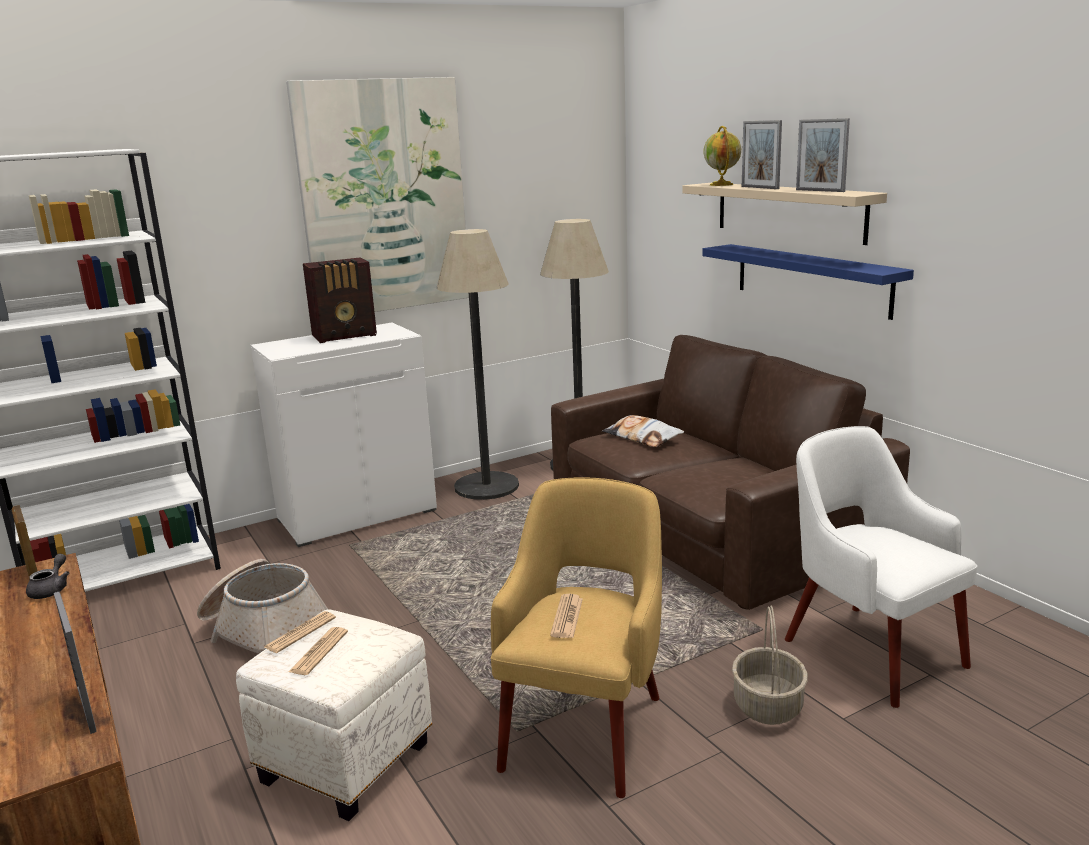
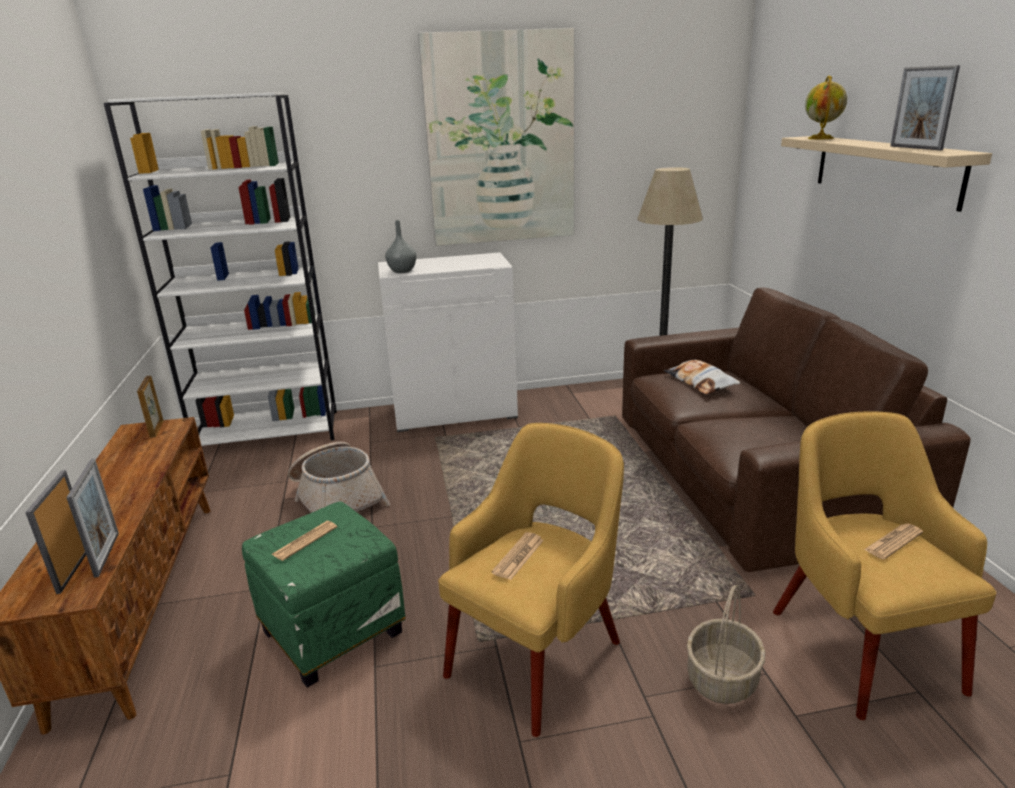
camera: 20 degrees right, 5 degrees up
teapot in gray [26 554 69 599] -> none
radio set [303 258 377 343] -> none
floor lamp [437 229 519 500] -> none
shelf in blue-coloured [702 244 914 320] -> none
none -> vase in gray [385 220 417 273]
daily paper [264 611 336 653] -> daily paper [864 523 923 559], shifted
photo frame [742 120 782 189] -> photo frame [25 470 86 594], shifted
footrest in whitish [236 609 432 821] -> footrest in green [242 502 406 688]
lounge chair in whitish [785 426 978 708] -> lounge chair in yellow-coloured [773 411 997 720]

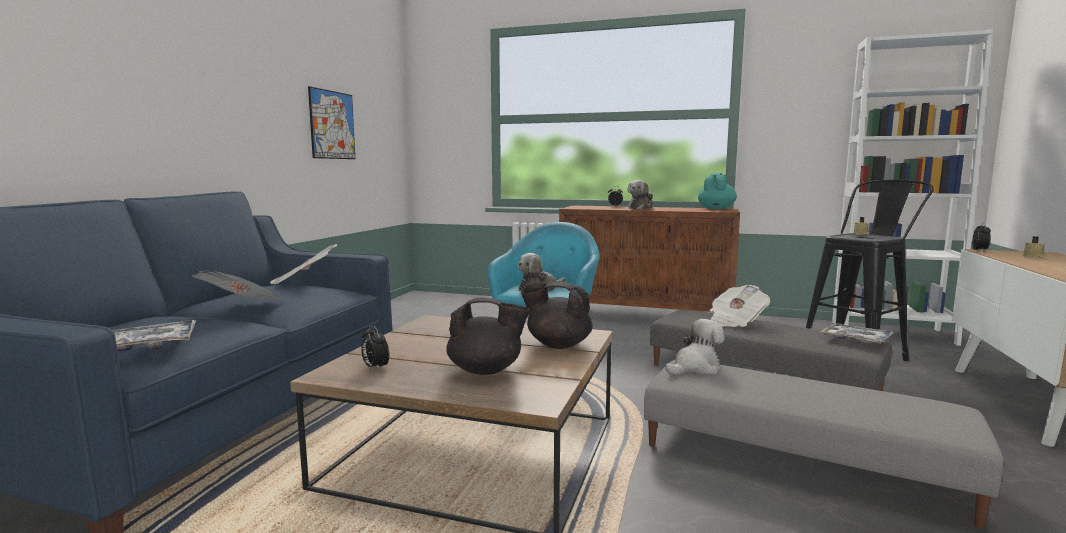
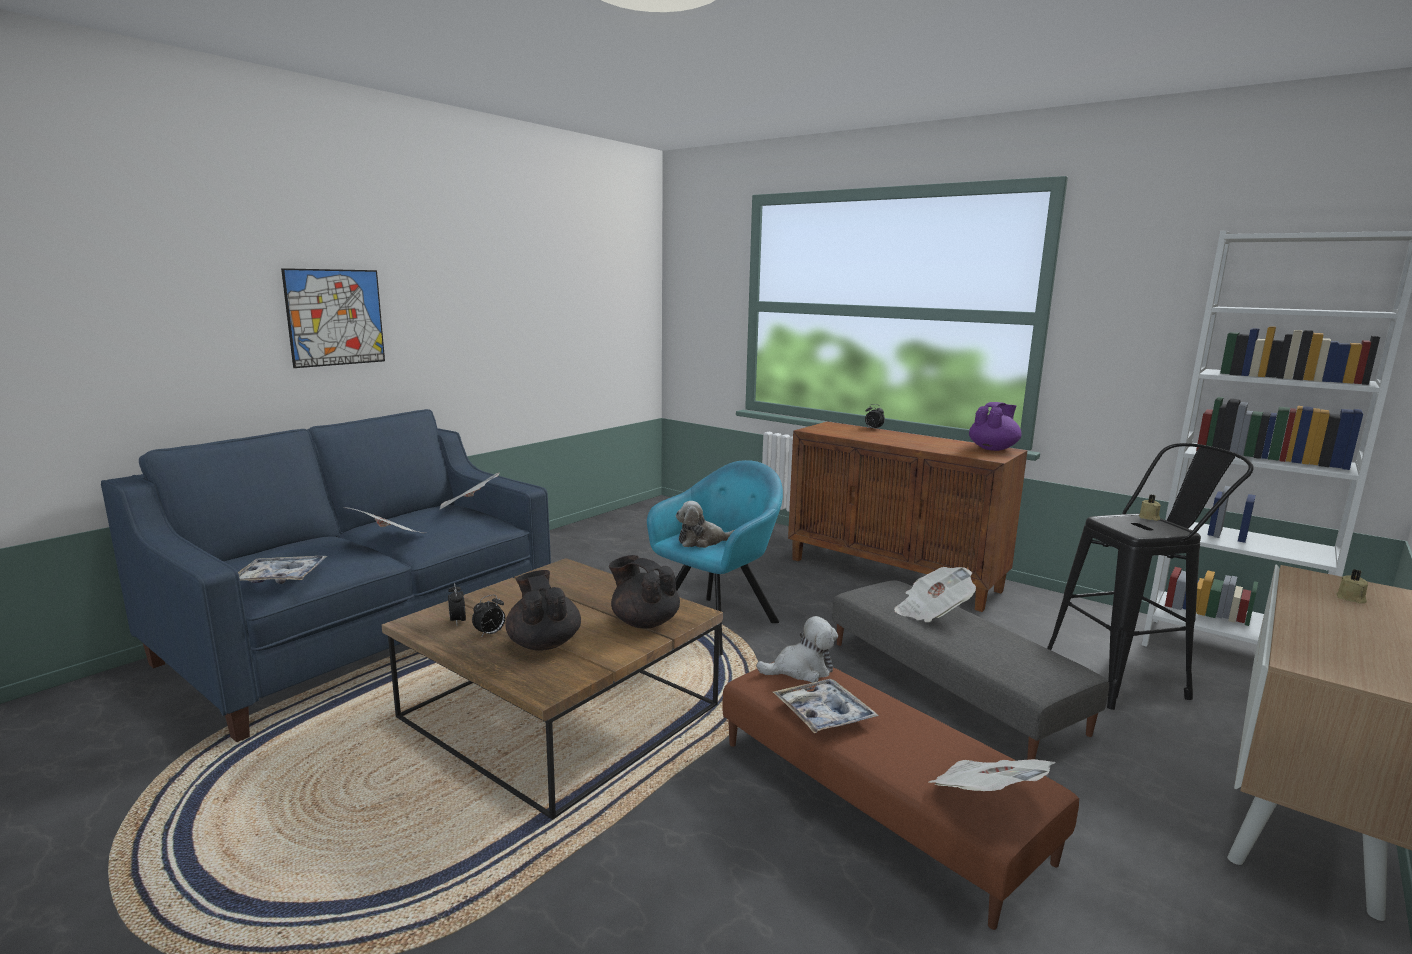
camera: 20 degrees right, 5 degrees up
cuddly toy [628 180 654 209] -> none
none -> daily paper [929 759 1056 791]
wall art [308 86 355 159] -> wall art [281 268 385 368], shifted
carrying tray [820 323 894 344] -> carrying tray [773 679 878 733], shifted
table clock [972 222 991 251] -> table clock [472 595 505 638], shifted
footrest in gray [644 359 1003 528] -> footrest in brown [722 662 1079 930]
teapot in turquoise [698 173 737 209] -> teapot in purple [969 402 1021 451]
teapot in black-coloured [446 297 529 375] -> teapot in black-coloured [505 570 581 651], 135 degrees counterclockwise

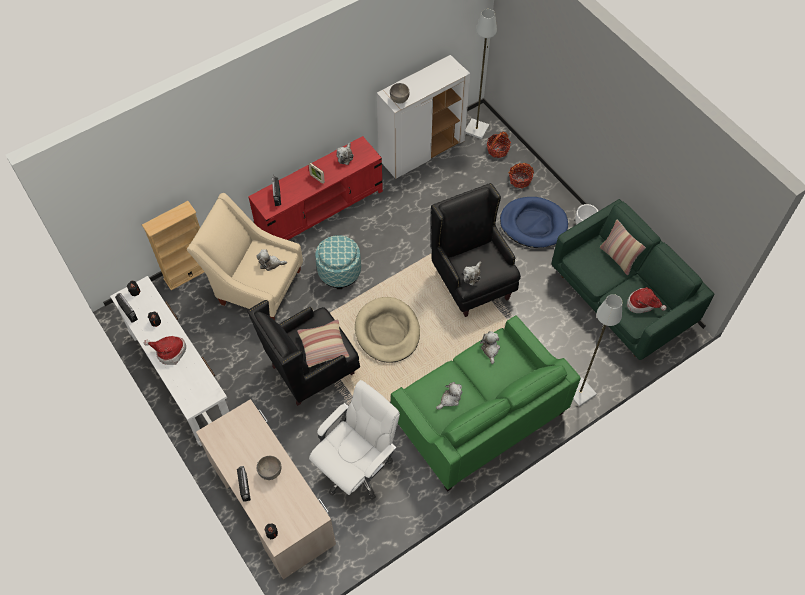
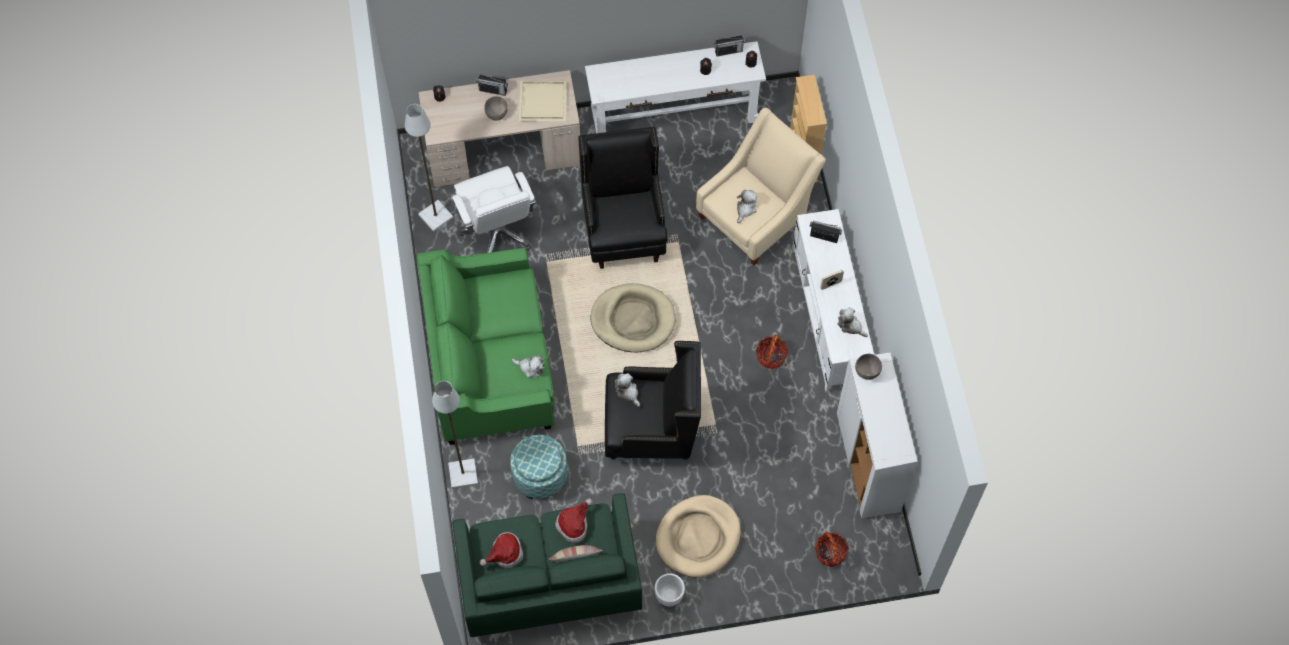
camera: 115 degrees right, 5 degrees up
throw pillow [297 320 349 367] -> none
cuddly toy [436 382 462 410] -> none
none -> carrying tray in beige-coloured [519 81 567 121]
clothing hat [144 336 186 365] -> clothing hat [555 498 592 544], shifted
footrest [315 235 361 289] -> footrest [510 435 568 499], shifted
floor lamp in gray [465 9 497 139] -> floor lamp in gray [405 104 453 232], shifted
household basket [509 163 534 188] -> household basket [756 335 788 369], shifted
tv stand in reddish [248 136 383 240] -> tv stand in whitish [792 209 874 392]
dog cushion in blue-coloured [500 197 568 248] -> dog cushion in beige-coloured [656 495 741 577]

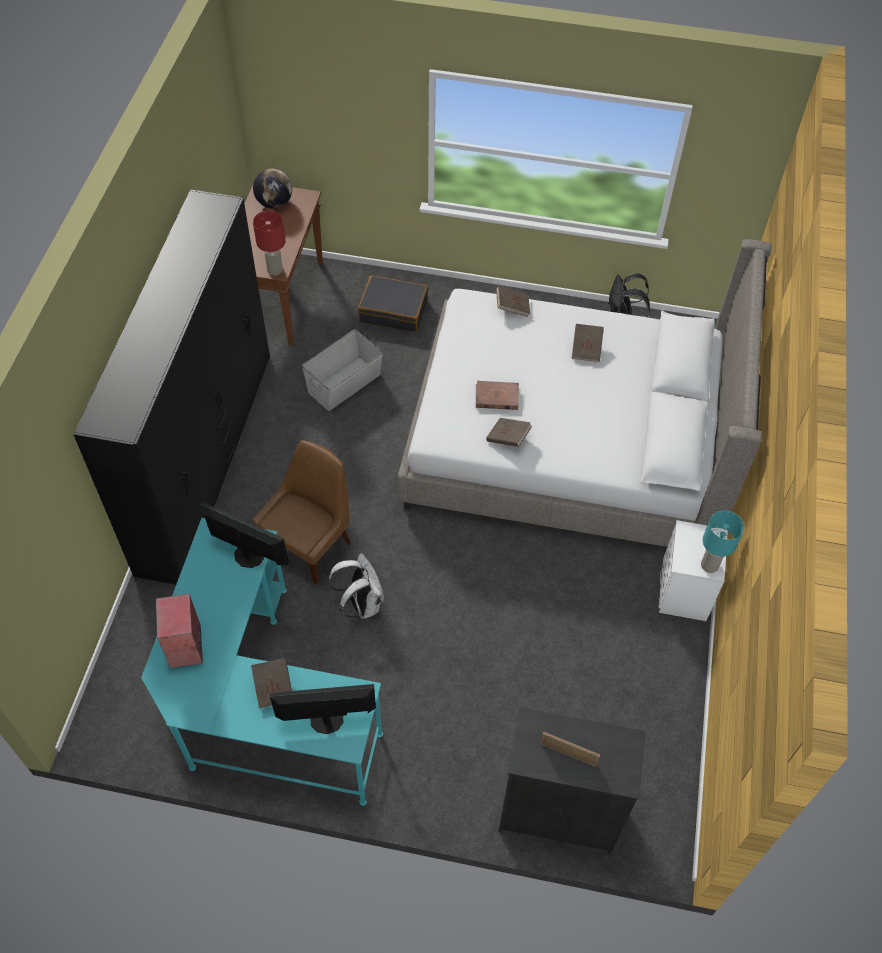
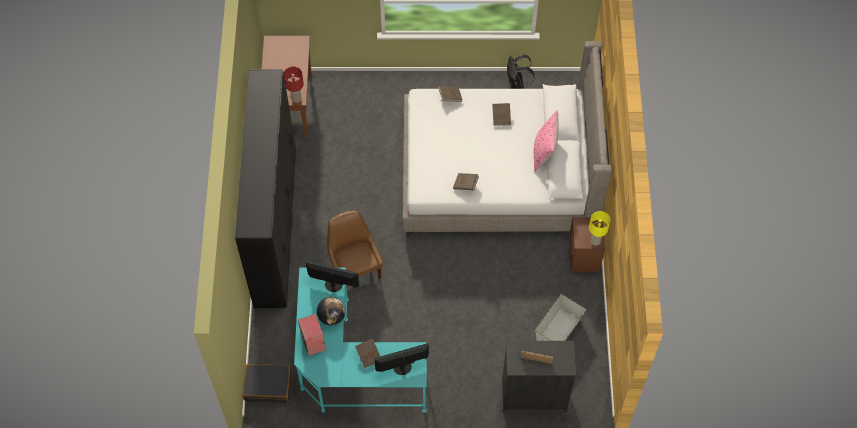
camera: 10 degrees left, 5 degrees up
backpack in whitish [328 553 384 619] -> none
volume in brown [476 381 519 410] -> none
none -> throw pillow in pink [534 110 559 172]
globe [253 168 292 209] -> globe [317 297 345 325], shifted
storage bin in gray [302 329 383 411] -> storage bin in gray [535 294 586 341], shifted
travel case in black-coloured [358 276 428 332] -> travel case in black-coloured [242 364 292 403], shifted
nightstand in whitish [658 520 728 621] -> nightstand in brown [568 217 605 272]
table lamp in turquoise [701 510 744 573] -> table lamp in yellow-coloured [589 211 610 246]
chair in brown [252 440 351 584] -> chair in brown [327 211 383 279], 45 degrees counterclockwise

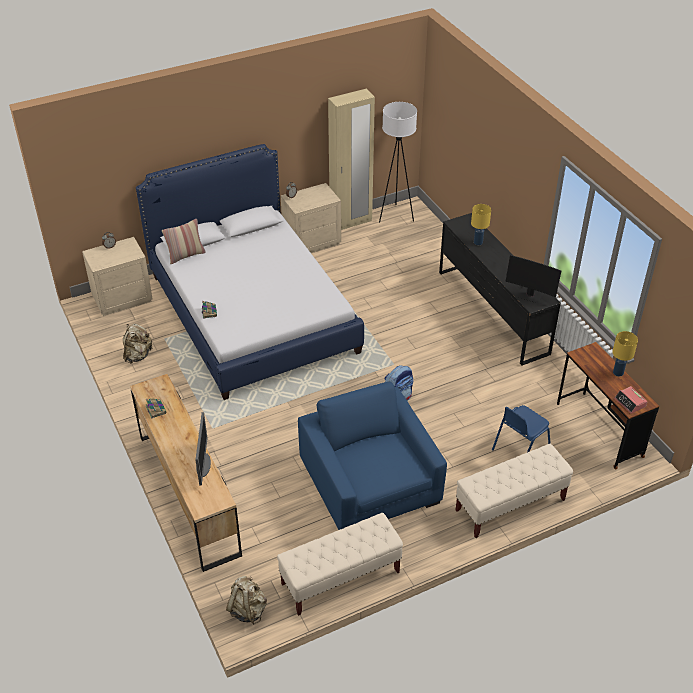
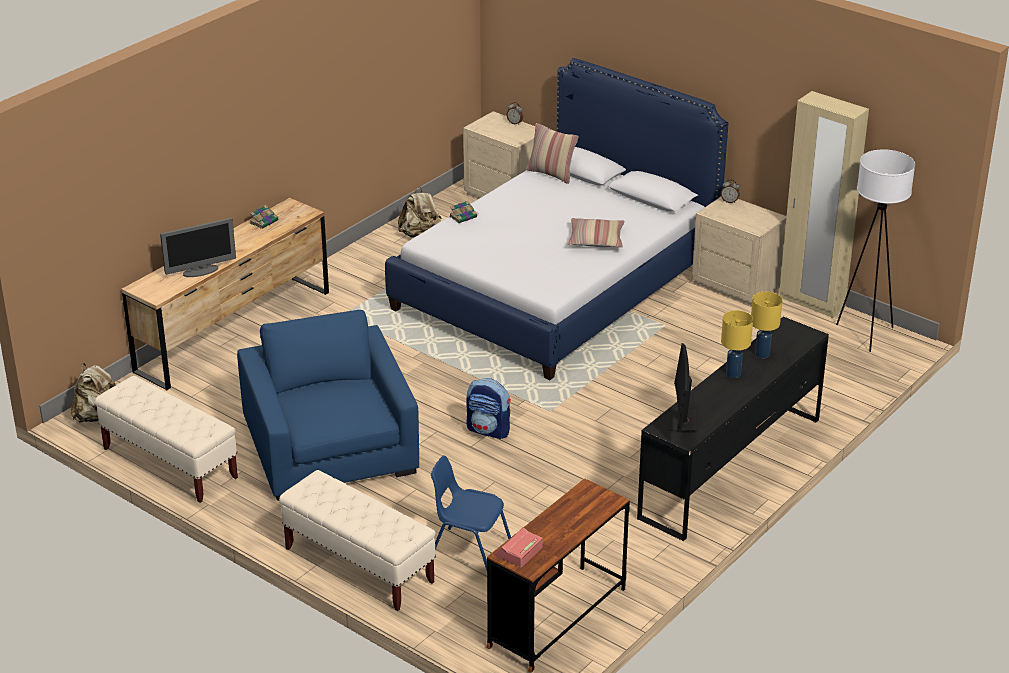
camera: 65 degrees right, 10 degrees down
none -> throw pillow [568 218 624 248]
table lamp in yellow-coloured [612 331 638 376] -> table lamp in yellow-coloured [721 310 753 378], shifted
lounge chair in blue-coloured [298 382 447 530] -> lounge chair in blue-coloured [237 310 419 501], 60 degrees counterclockwise

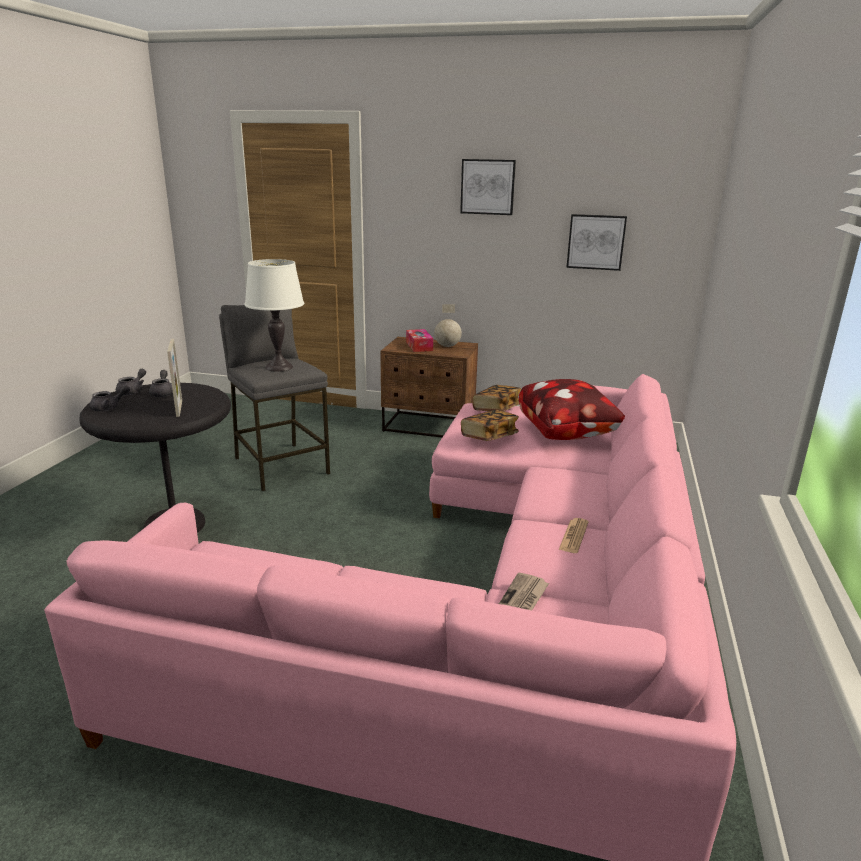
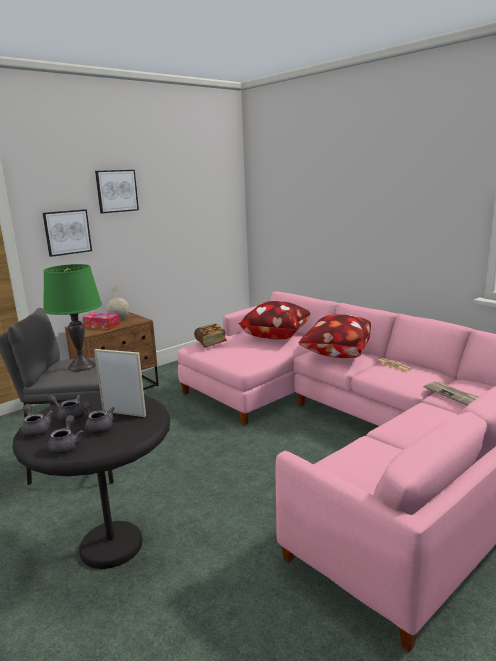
camera: 55 degrees left, 5 degrees down
volume [461 410 519 441] -> none
none -> teapot in gray [83 401 114 434]
none -> throw pillow [298 314 371 358]
wall art [566 214 627 271] -> wall art [43 209 92 257], shifted
table lamp in whitish [244 259 304 372] -> table lamp in green [43 264 102 371]

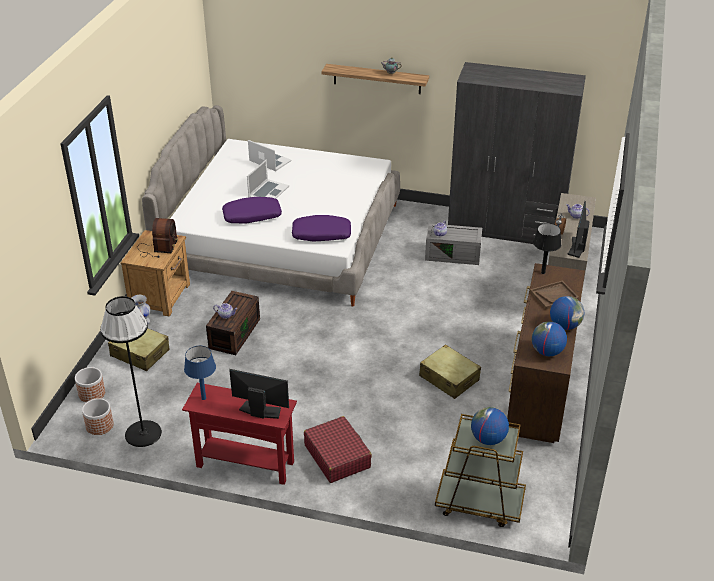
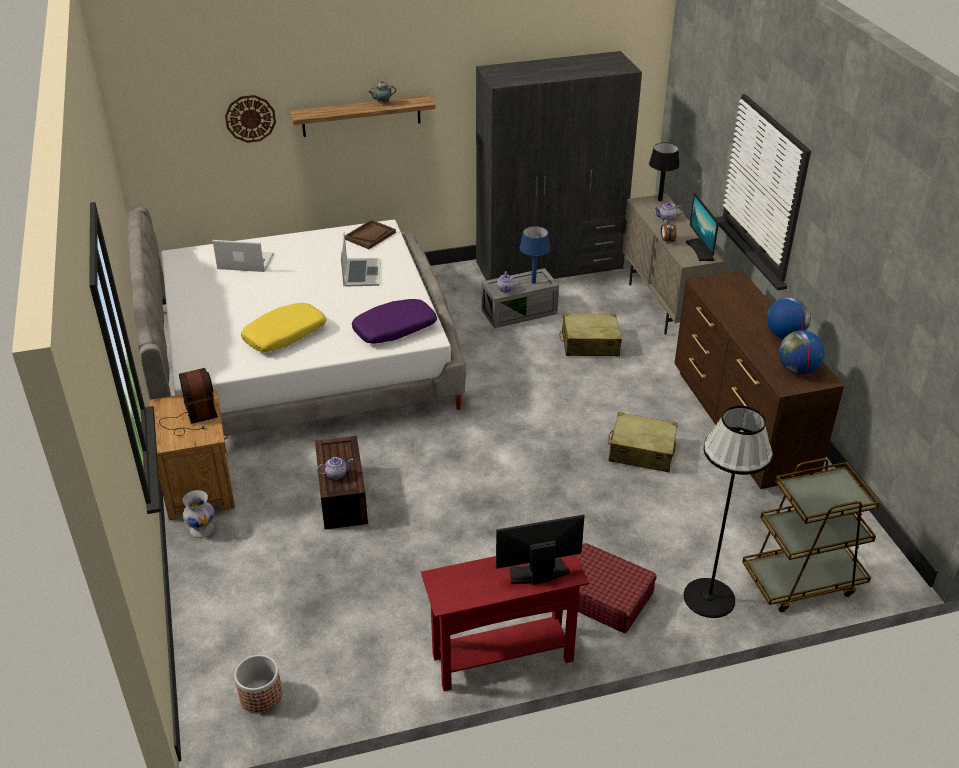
camera: 30 degrees left, 0 degrees up
planter [75 367 105 402] -> none
globe [471 407 509 445] -> none
none -> clock on the wall [225 95 276 143]
floor lamp in black-coloured [100 296 162 447] -> floor lamp in black-coloured [684 406 773 618], shifted
travel case in beige-coloured [108 328 169 371] -> travel case in beige-coloured [559 314 622 356], shifted
table lamp in blue-coloured [184 346 216 400] -> table lamp in blue-coloured [520 226 550 284], shifted
notebook computer [247 159 289 199] -> notebook computer [341 232 381 287], shifted
carrying tray in brown [530 280 579 310] -> carrying tray in brown [345 220 396 249], shifted
table lamp in black-coloured [533 223 562 274] -> table lamp in black-coloured [649 142 680 201], shifted
throw pillow in purple [222 197 282 223] -> throw pillow in yellow-coloured [241 303 327 352]

